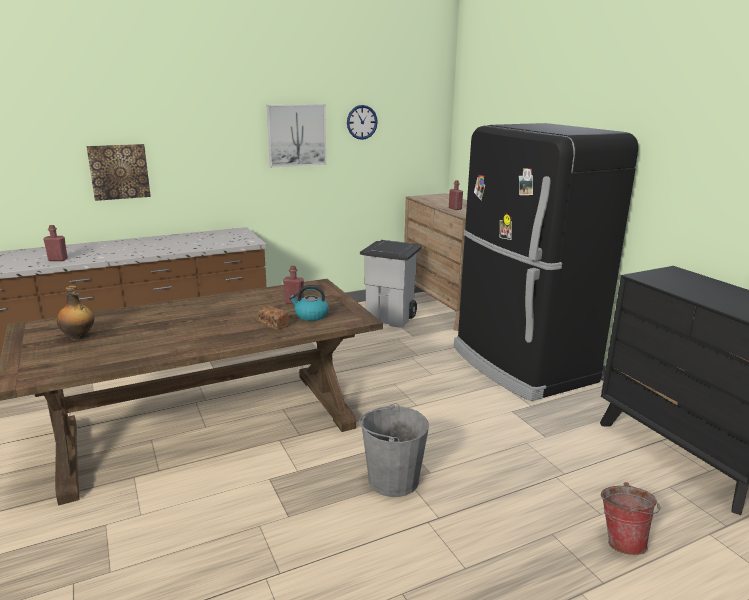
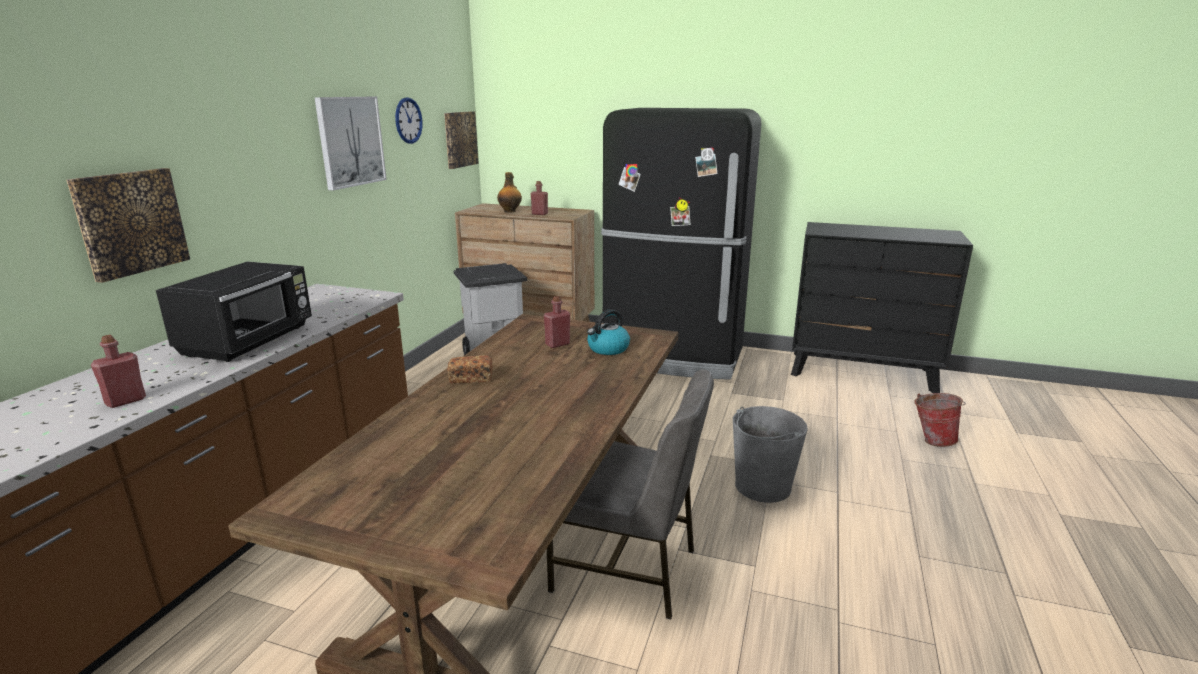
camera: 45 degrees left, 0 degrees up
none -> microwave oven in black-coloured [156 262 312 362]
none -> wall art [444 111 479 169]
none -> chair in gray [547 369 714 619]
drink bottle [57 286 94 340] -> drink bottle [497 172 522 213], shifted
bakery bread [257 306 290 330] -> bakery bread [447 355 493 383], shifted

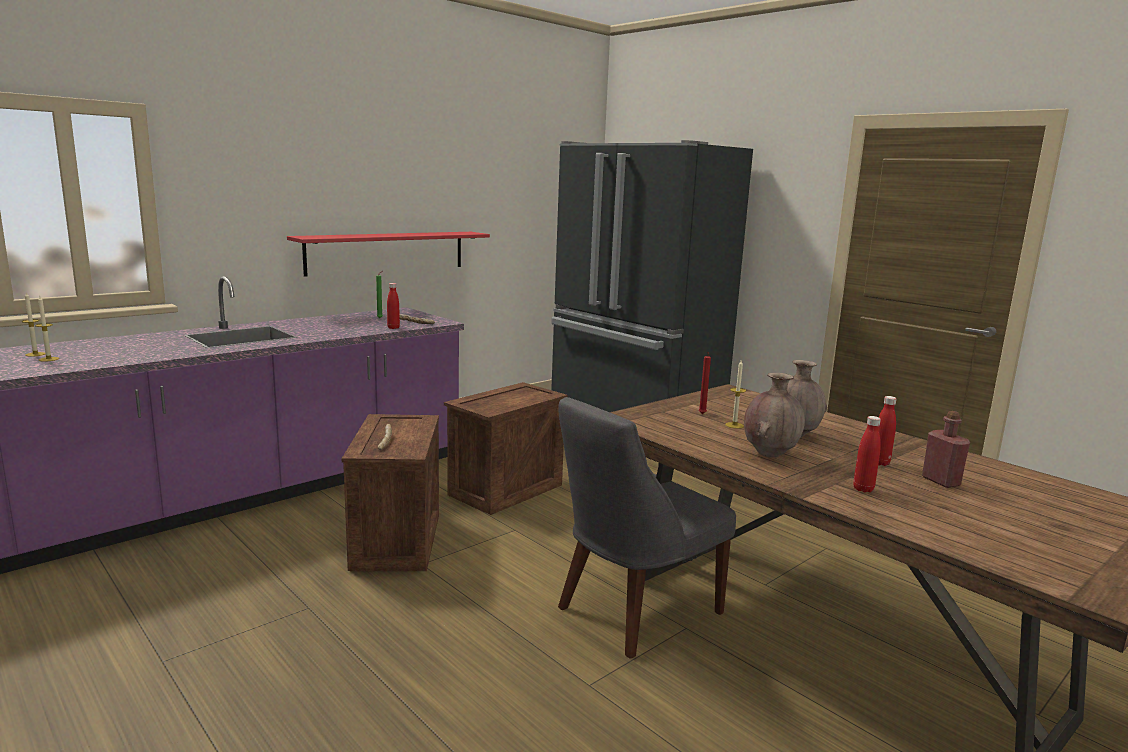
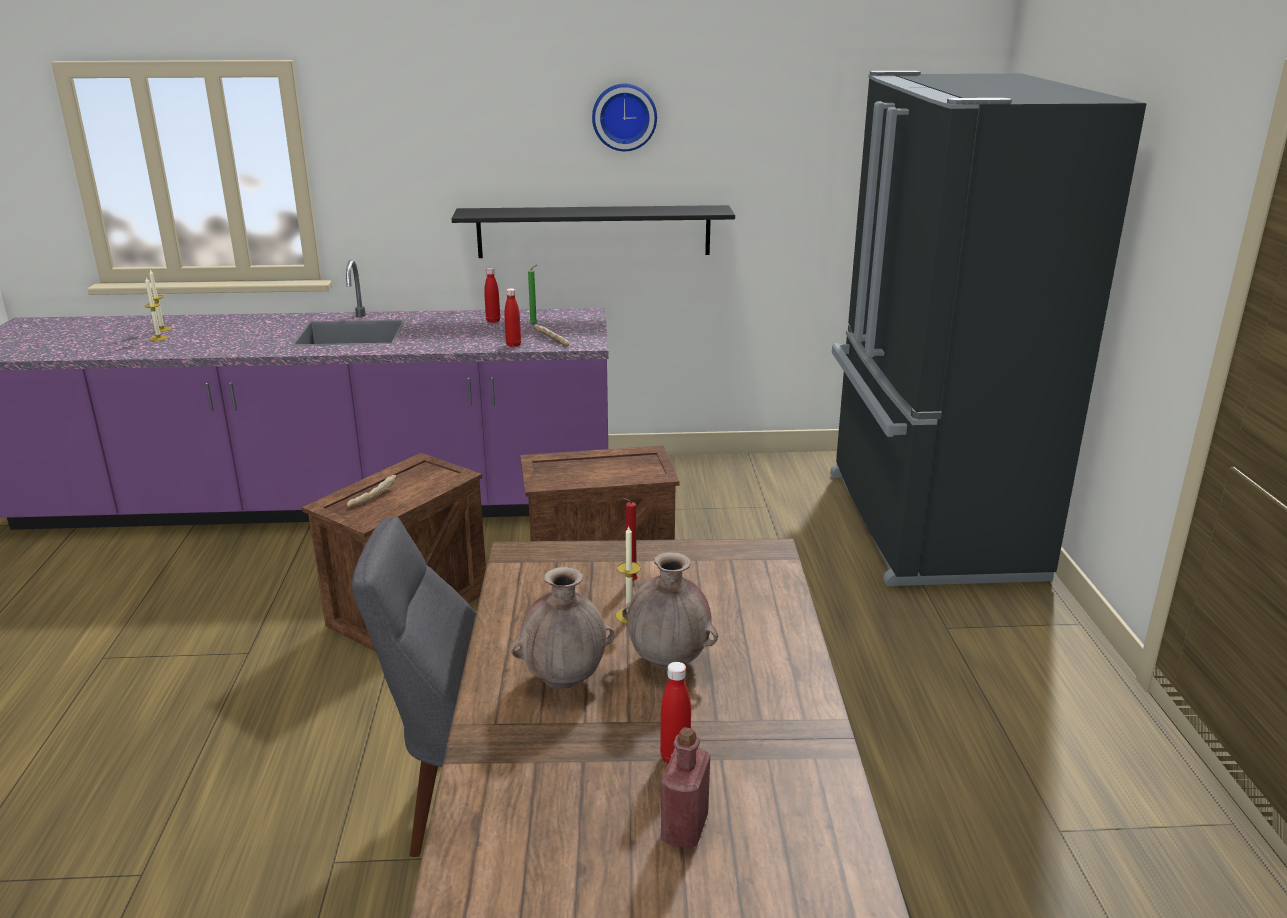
camera: 40 degrees right, 10 degrees up
none -> clock on the wall [592 84 657 151]
drink bottle in reddish [853 416 881 492] -> drink bottle in reddish [484 268 500 323], shifted
shelf in reddish [287 232 490 277] -> shelf in black-coloured [451 205 735 258]

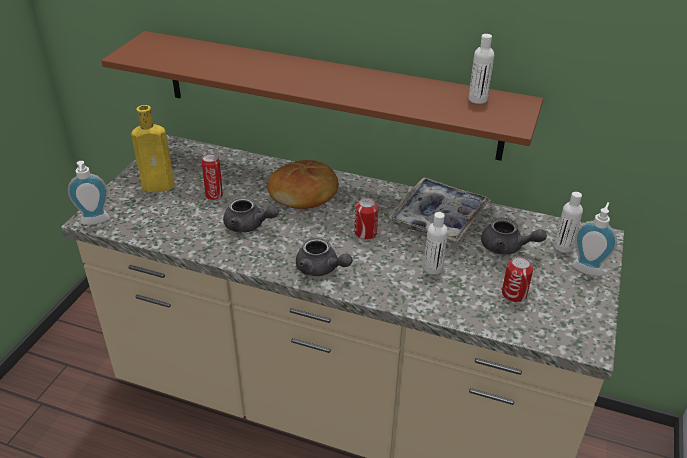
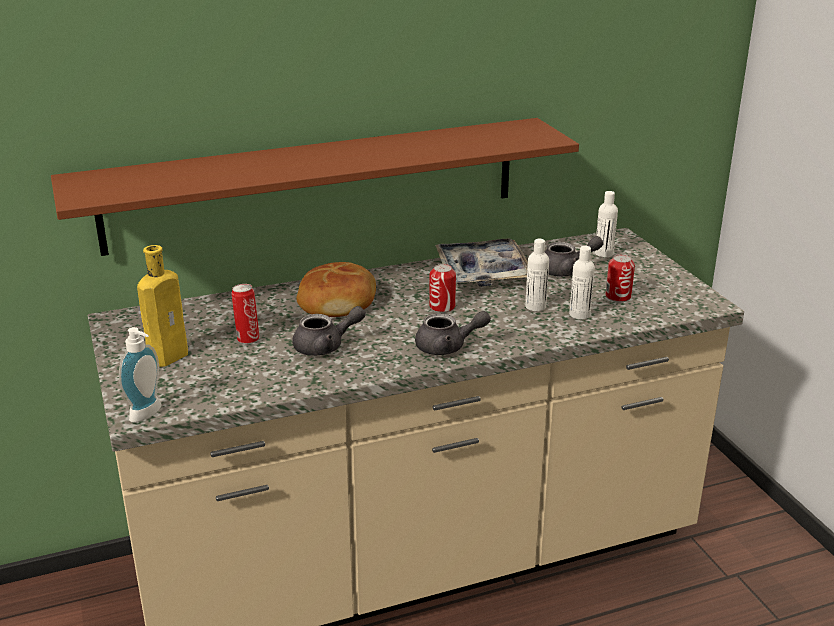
camera: 40 degrees left, 10 degrees down
liquid soap bottle [572 202 617 276] -> none
drink bottle in whitish [468 34 494 104] -> drink bottle in whitish [569 246 595 320], shifted

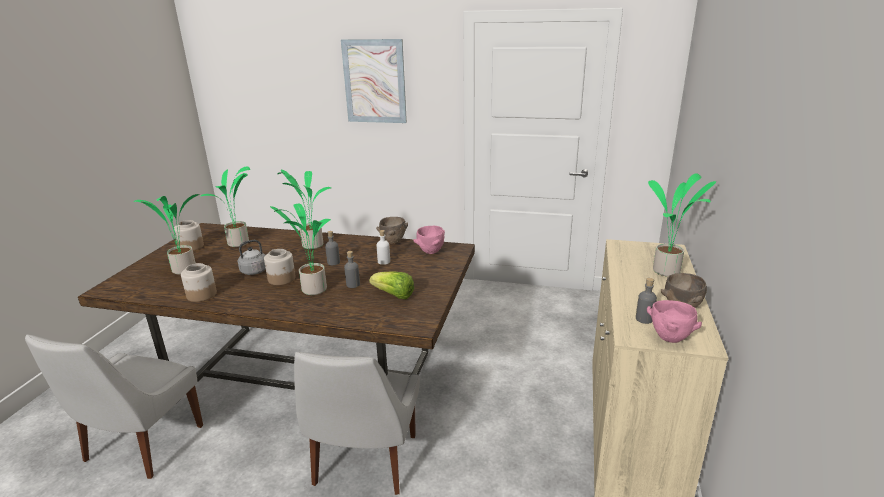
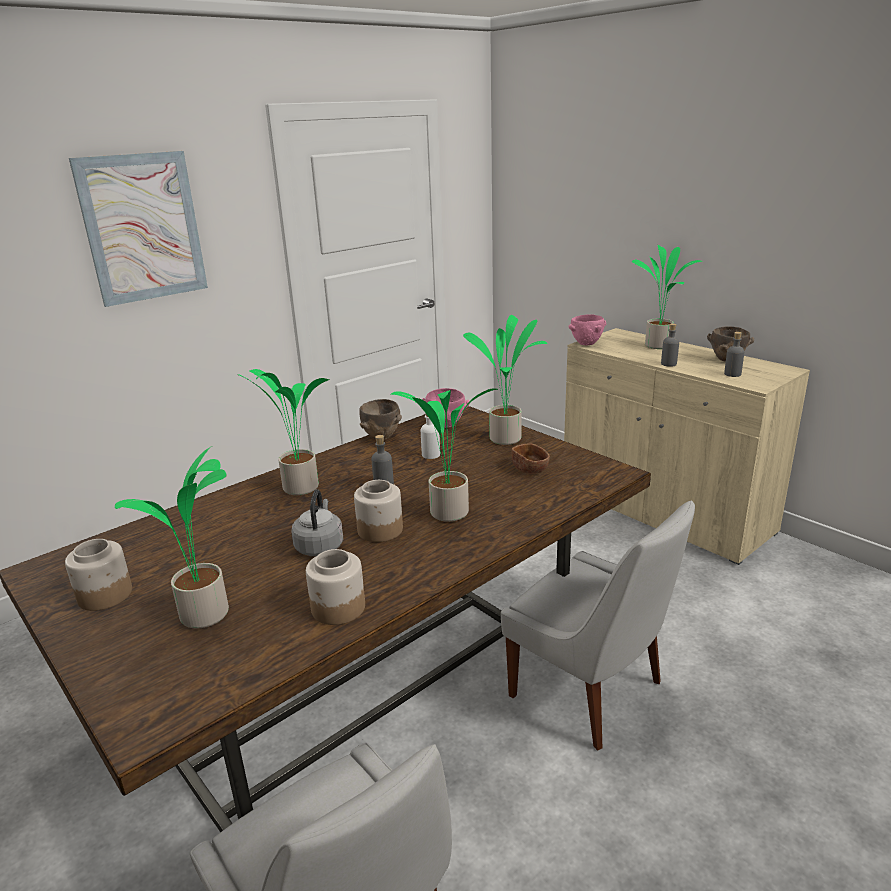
camera: 55 degrees left, 0 degrees up
plant in a pot [200 166 250 247] -> plant in a pot [463 315 548 445], shifted
drink bottle in gray [344 251 360 288] -> drink bottle in gray [661 323 679 367], shifted
deep dish in pink [647 300 702 343] -> deep dish in pink [569 314 606 345], shifted
head of lettuce [369 271 414 299] -> deep dish in brown [512 443 550 474]

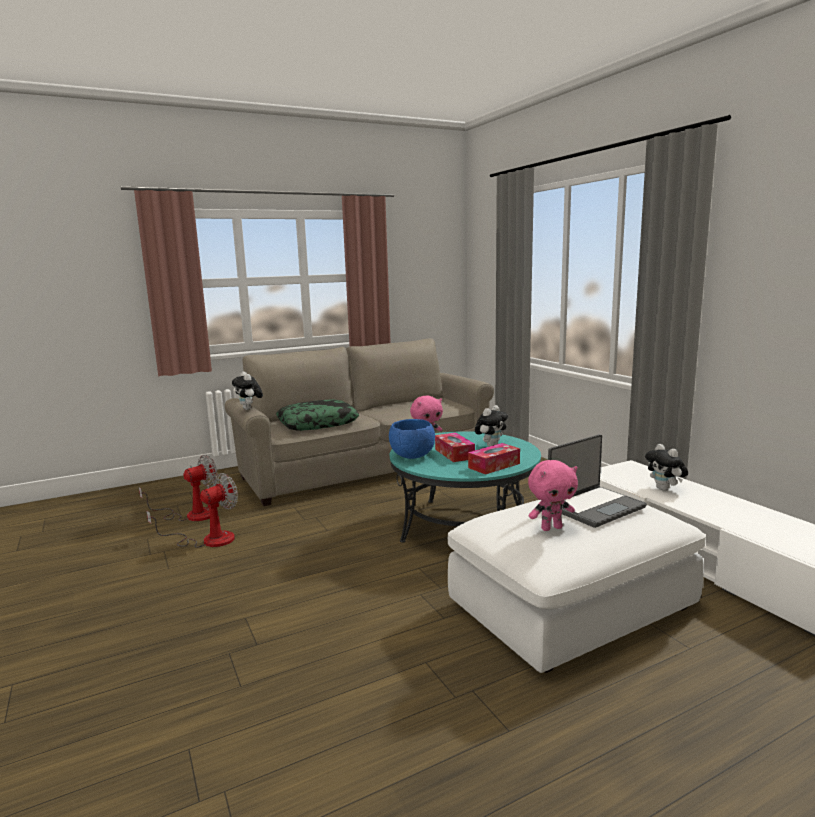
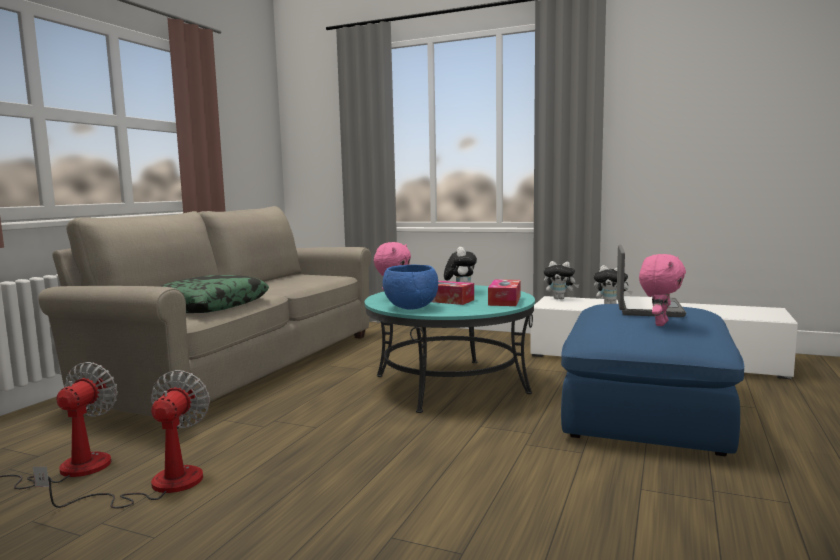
camera: 40 degrees left, 5 degrees down
cuddly toy [232 372 263 410] -> cuddly toy [544 261 580 300], shifted
footrest in whitish [448 500 706 673] -> footrest in blue-coloured [561 304 744 456]

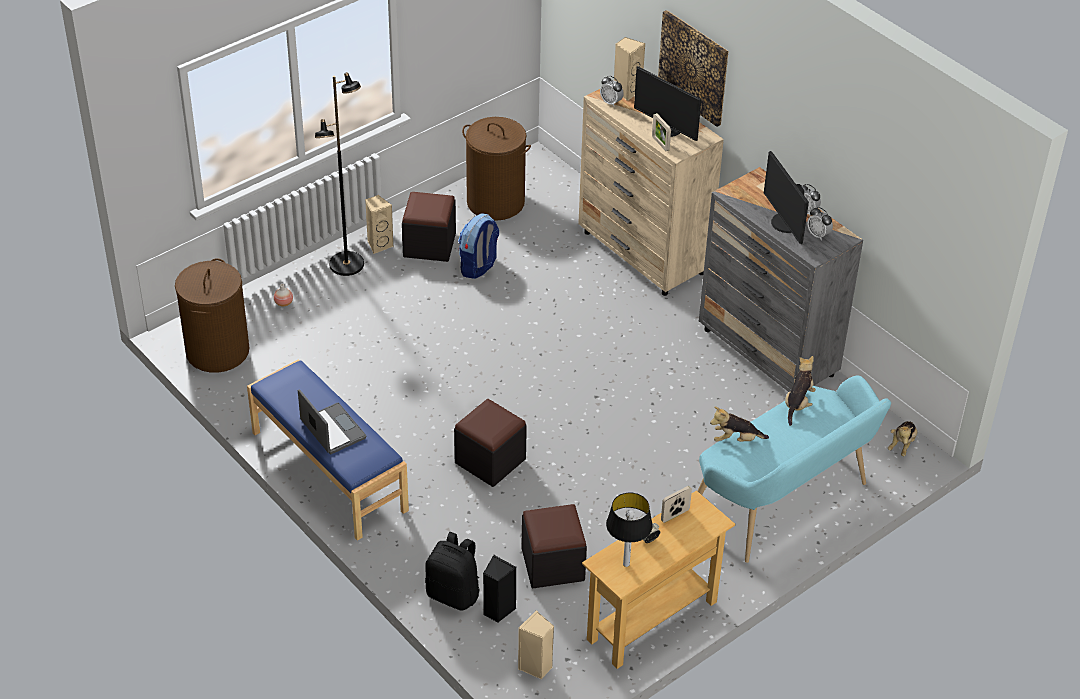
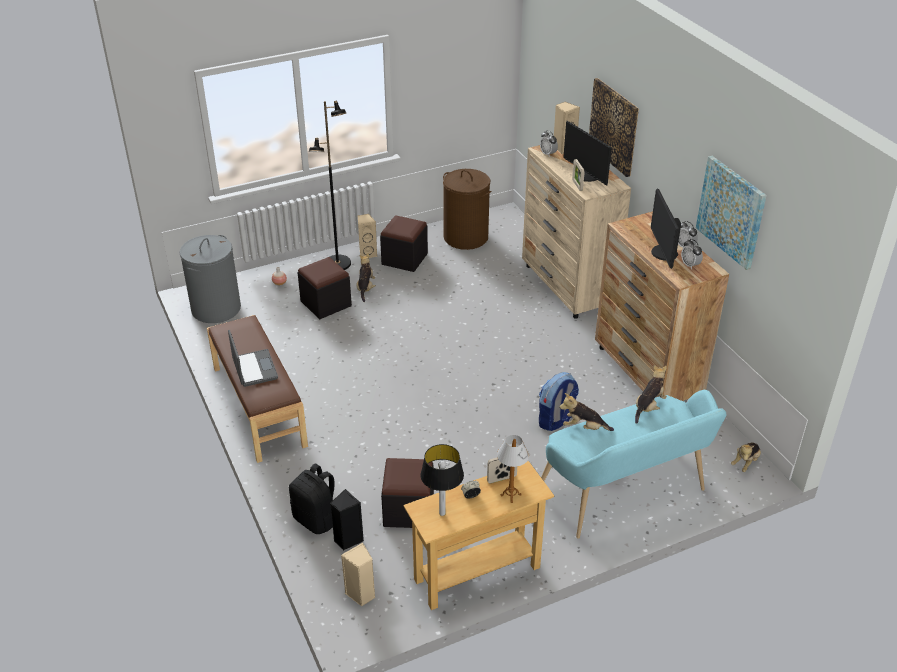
camera: 15 degrees right, 5 degrees down
none -> cuddly toy [357 253 376 302]
none -> table lamp [497 435 529 503]
none -> wall art [696 156 767 270]
footrest in black-coloured [454 399 527 487] -> footrest in black-coloured [298 257 352 319], shifted
backpack [458 213 499 279] -> backpack [539 372 579 431], shifted
washing basket in brown [175 258 249 373] -> washing basket in gray [180 235 241 323]
bench in blue-coloured [247 359 409 541] -> bench in brown [207 315 308 463]
drawer chest in gray [699 167 863 392] -> drawer chest in brown [595 211 729 401]

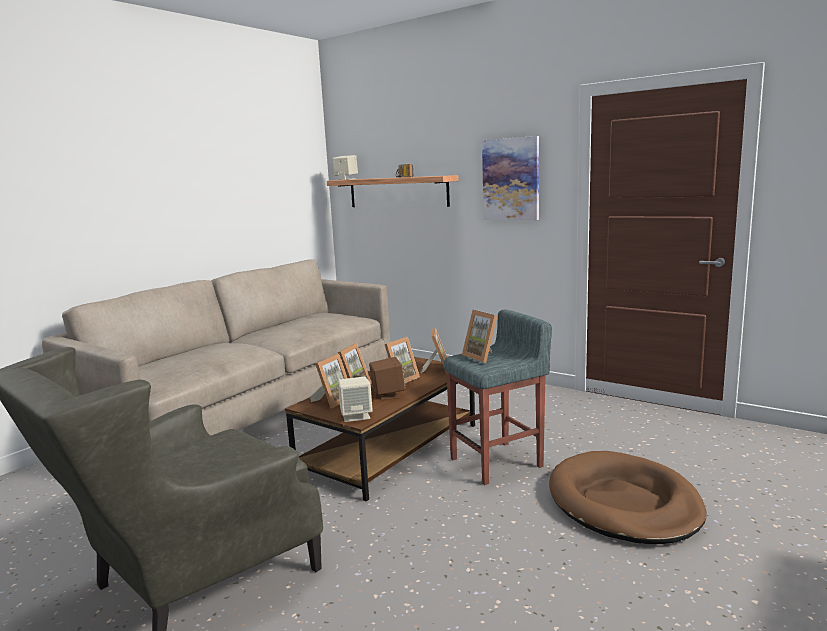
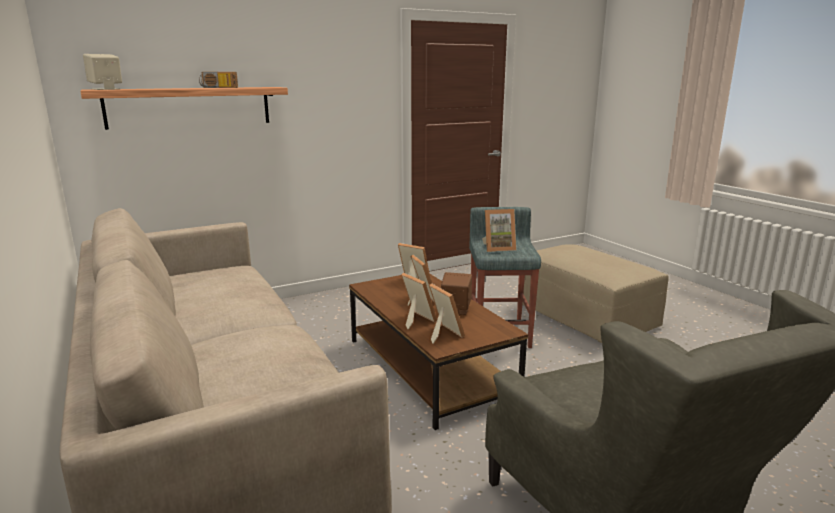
camera: 65 degrees left, 5 degrees up
audio speaker in beige-coloured [338 377 373 422] -> none
wall art [482 136 539 220] -> none
dog cushion in brown [549 451 706 544] -> footrest in beige-coloured [517 244 669 343]

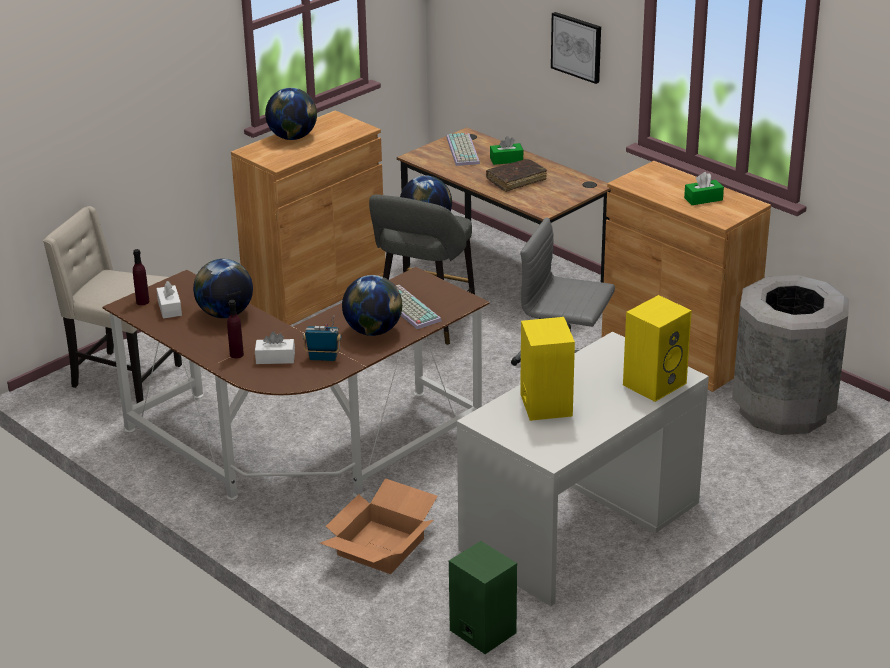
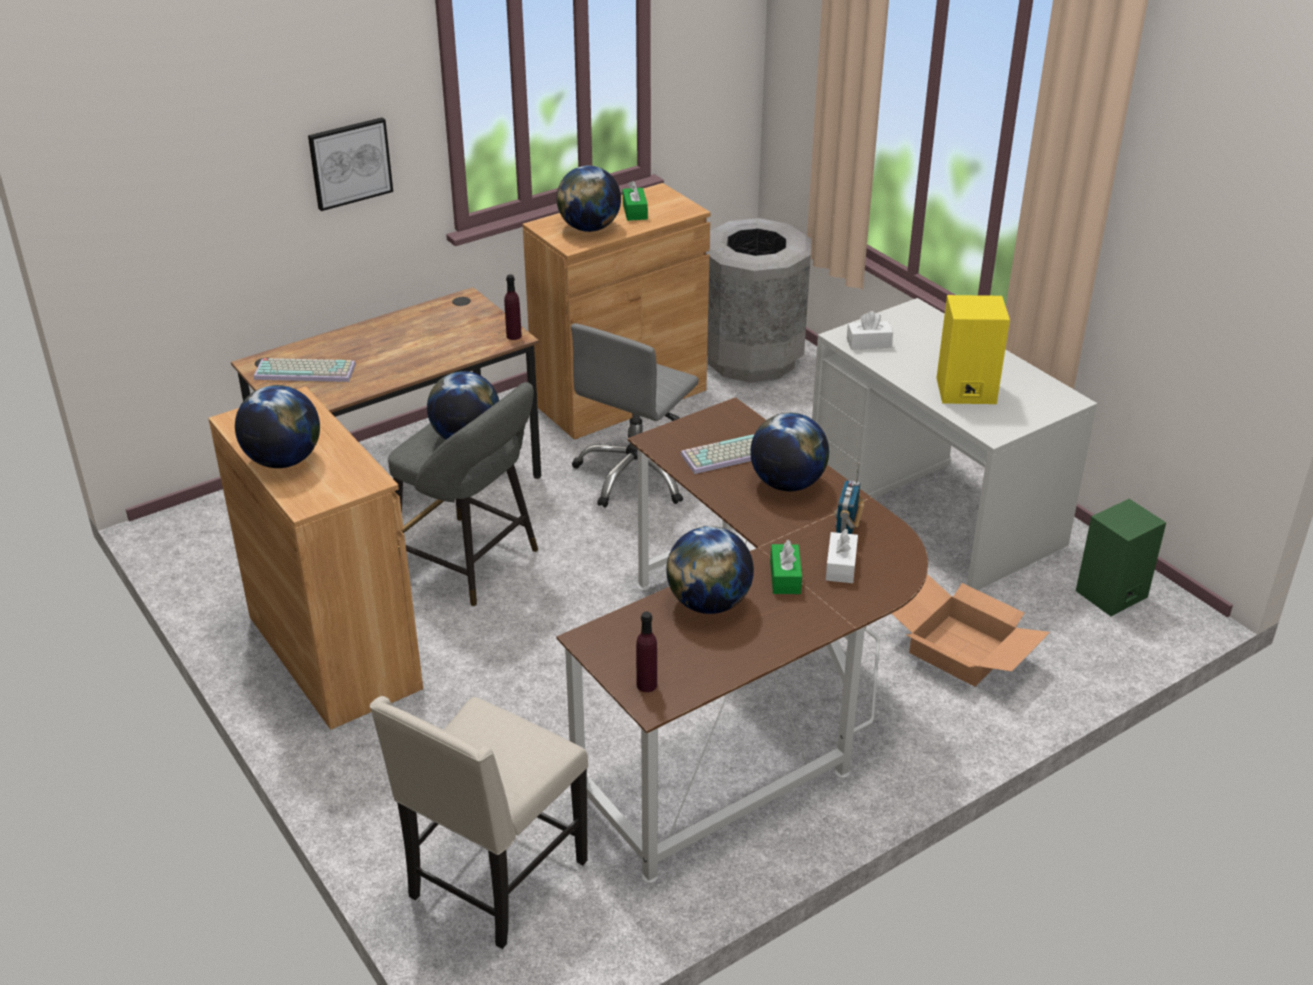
camera: 80 degrees left, 5 degrees up
volume in brown [486 159 547 192] -> none
audio speaker in yellow-coloured [623 295 692 402] -> none
none -> globe [556 166 621 232]
box of tissues in whitish [156 281 182 319] -> box of tissues in whitish [847 311 893 350], shifted
drink bottle in purple [227 300 244 358] -> drink bottle in purple [504 274 522 340], shifted
box of tissues in green [490 136 523 165] -> box of tissues in green [770 540 802 594], shifted

